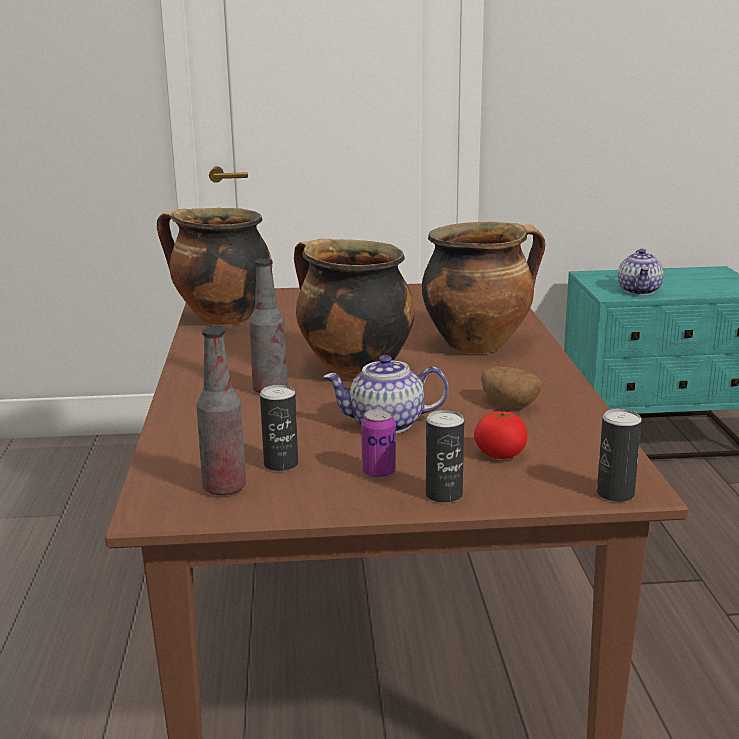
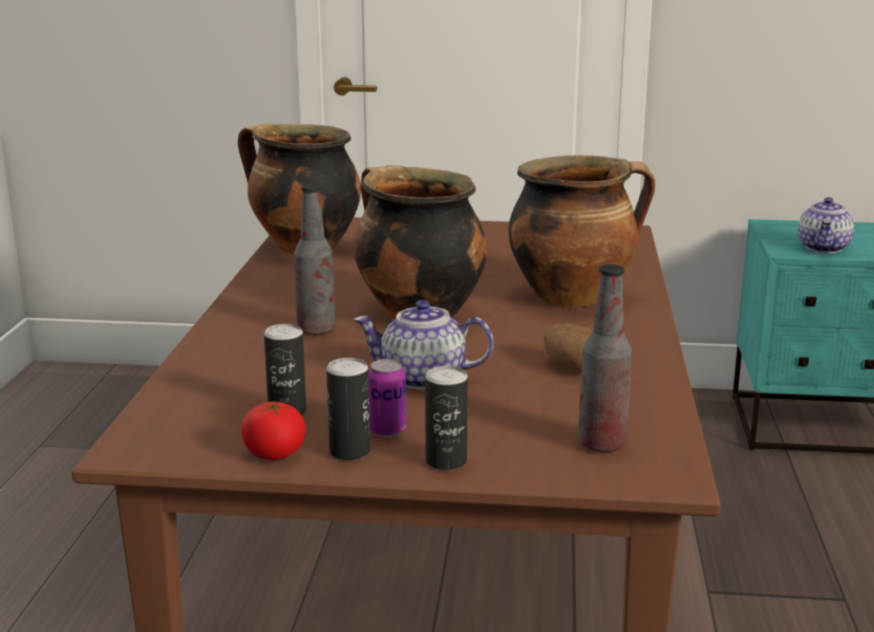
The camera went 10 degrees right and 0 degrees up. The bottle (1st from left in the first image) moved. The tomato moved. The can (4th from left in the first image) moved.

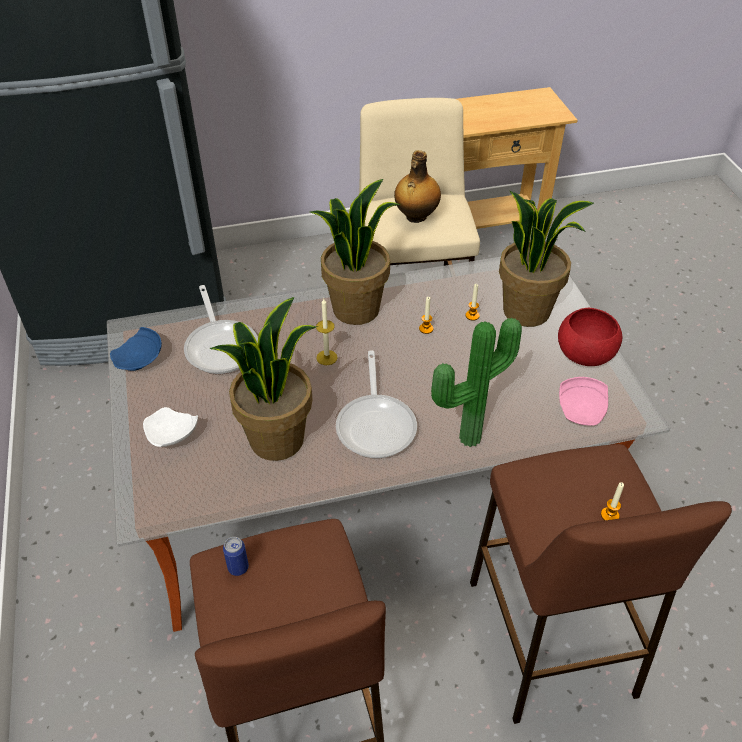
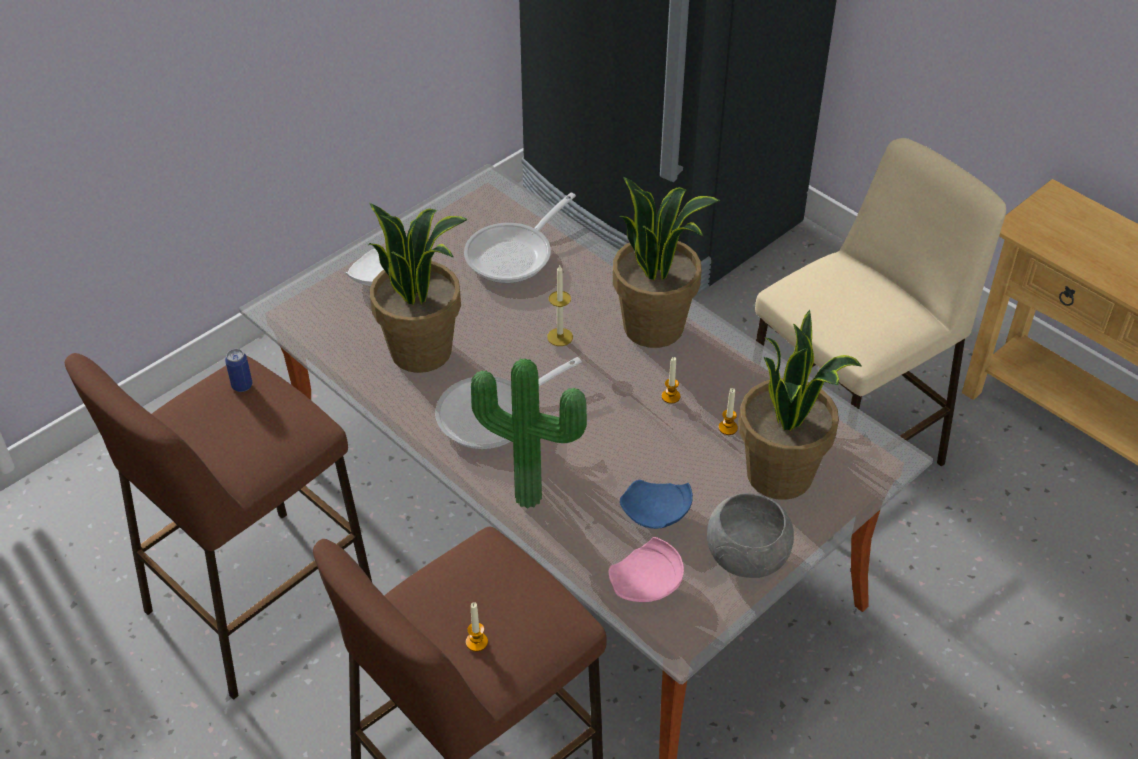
The camera went 60 degrees right and 0 degrees up. The bottle disappeared. The blue plate moved. The red bowl became the grey bowl.

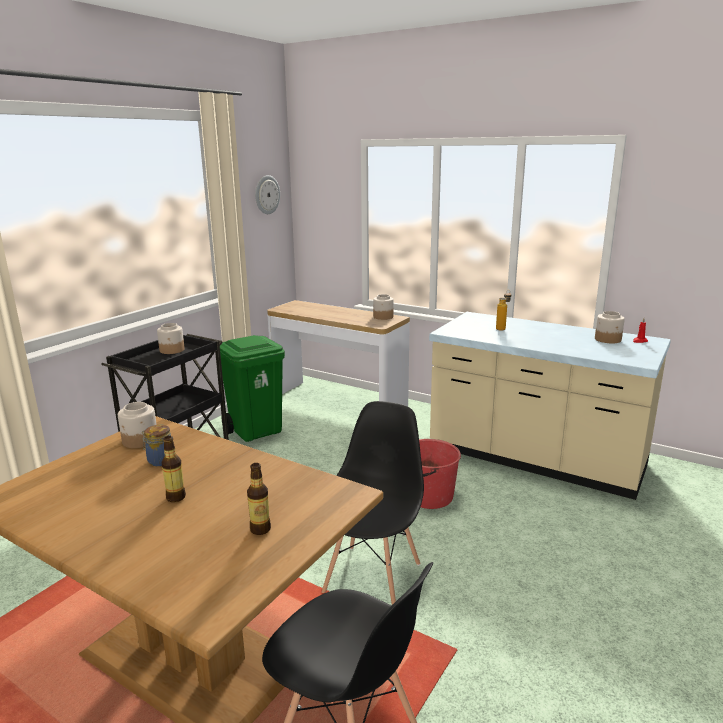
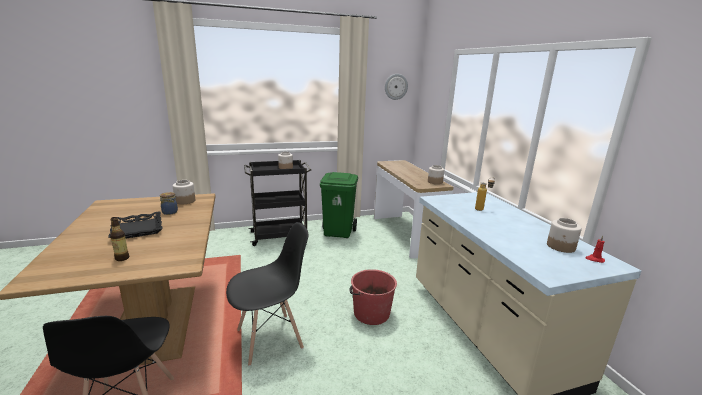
The camera went 40 degrees right and 0 degrees up. The bottle (1st from left) was replaced by the black tray.

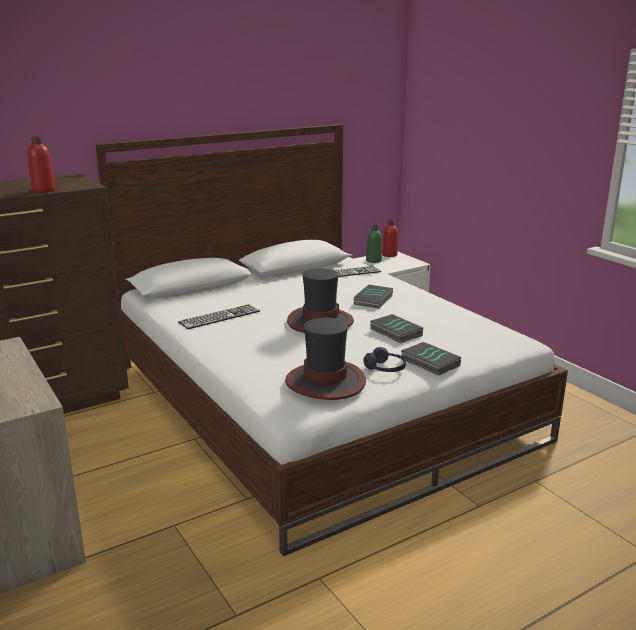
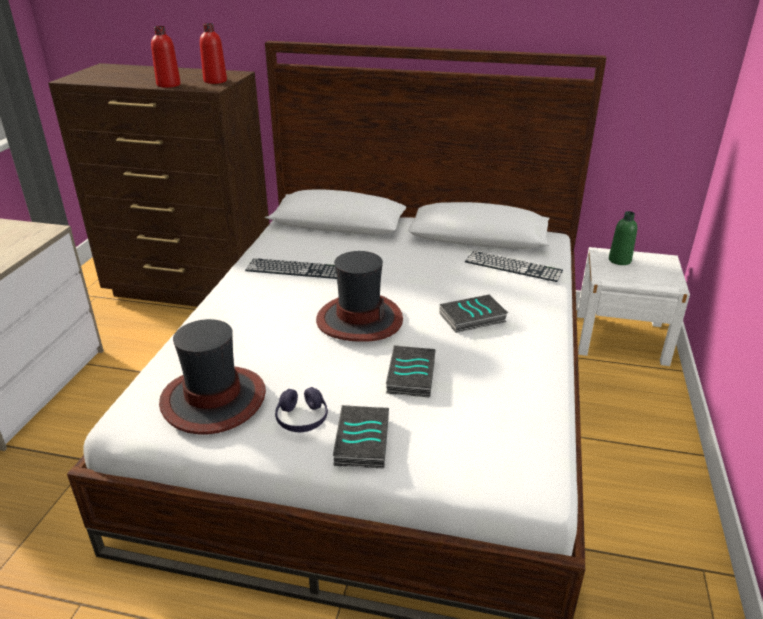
The camera went 45 degrees right and 10 degrees up. The red bottle (2nd from left) moved.

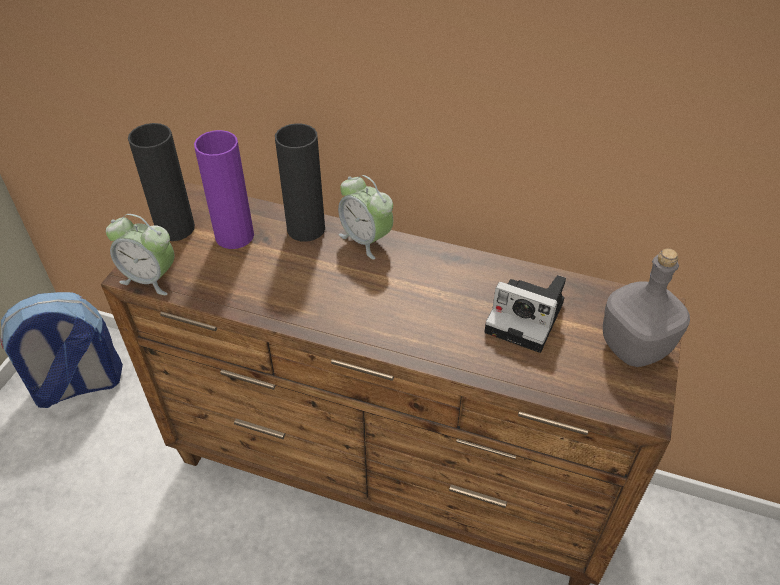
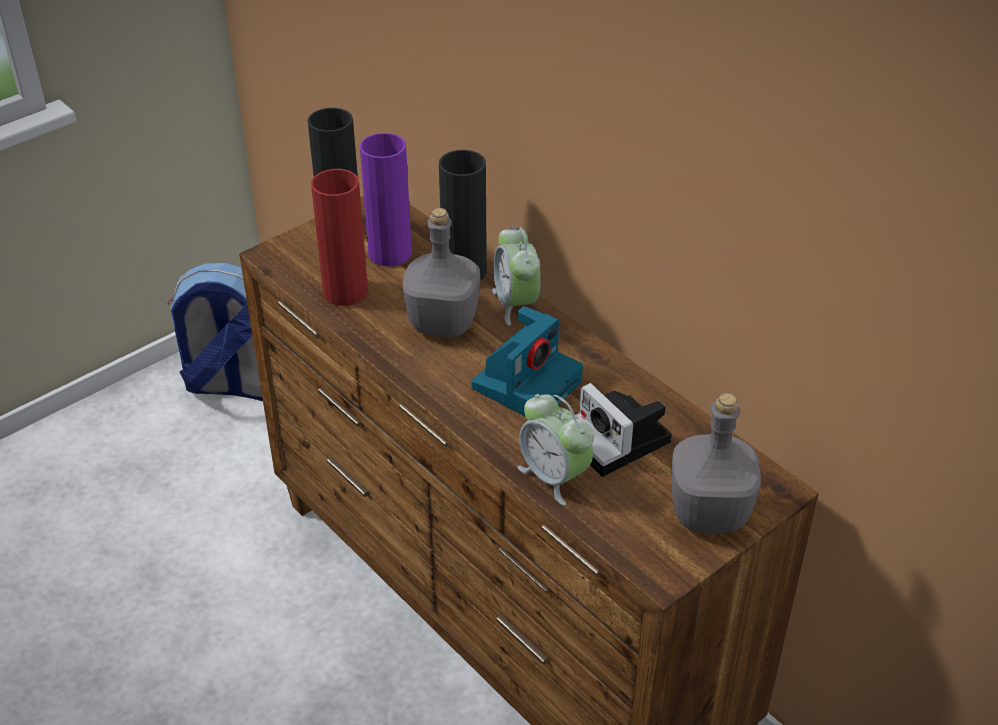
The camera went 30 degrees right and 5 degrees down. The red vase appeared. The grey bottle (1st from left) appeared. The photo camera (1st from left) appeared. The alarm clock (1st from left in the first image) moved.

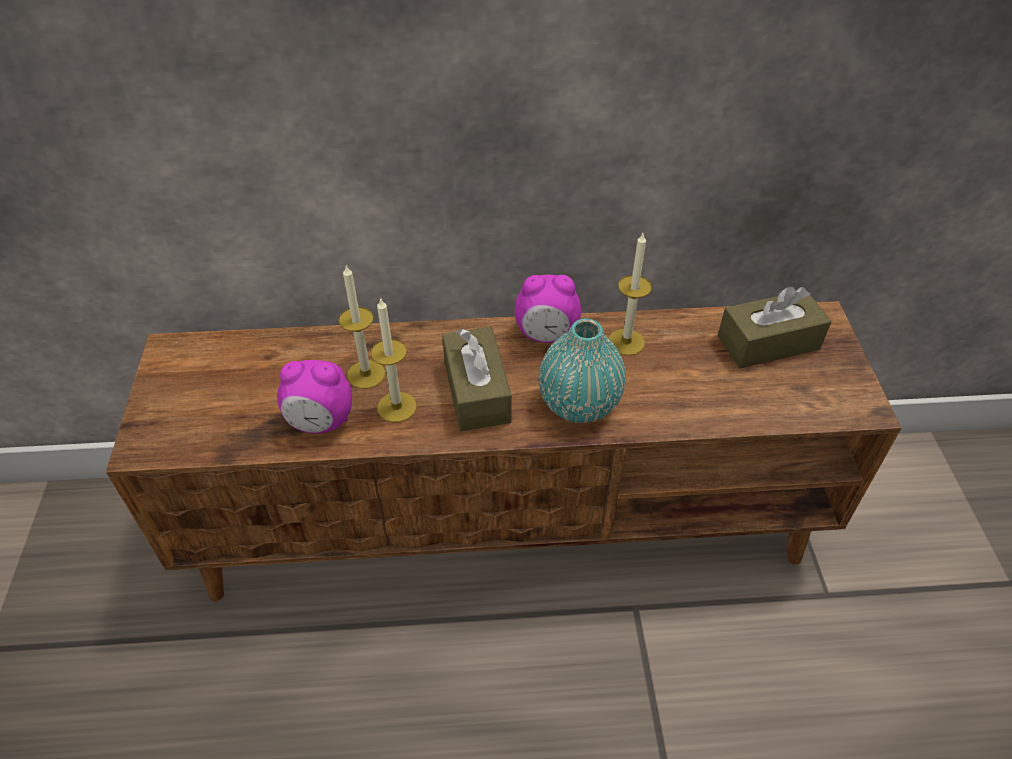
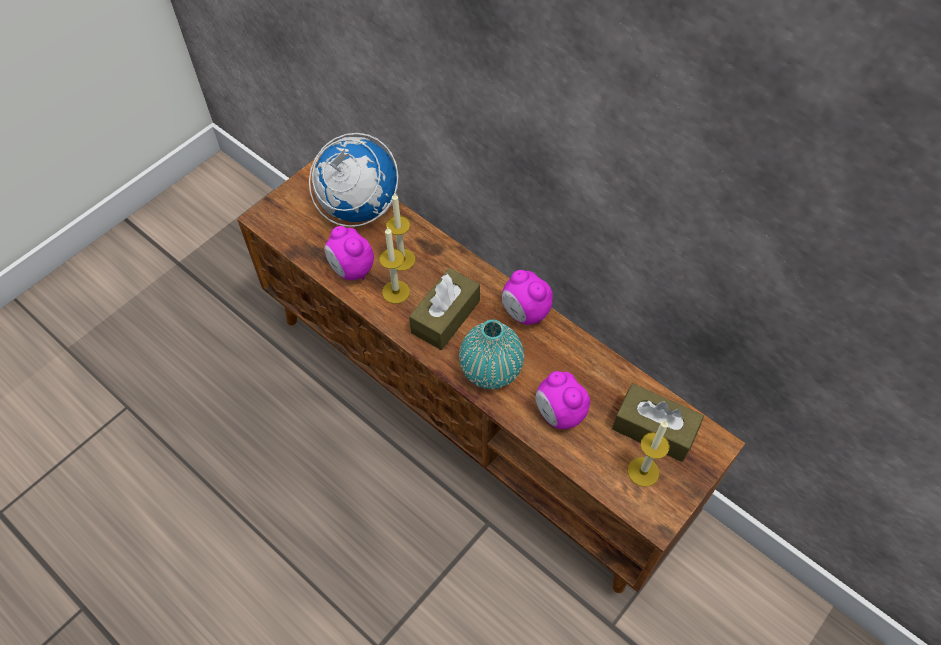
The camera went 45 degrees right and 10 degrees up. The globe appeared. The alarm clock (3rd from left) appeared. The candle (3rd from left) moved.

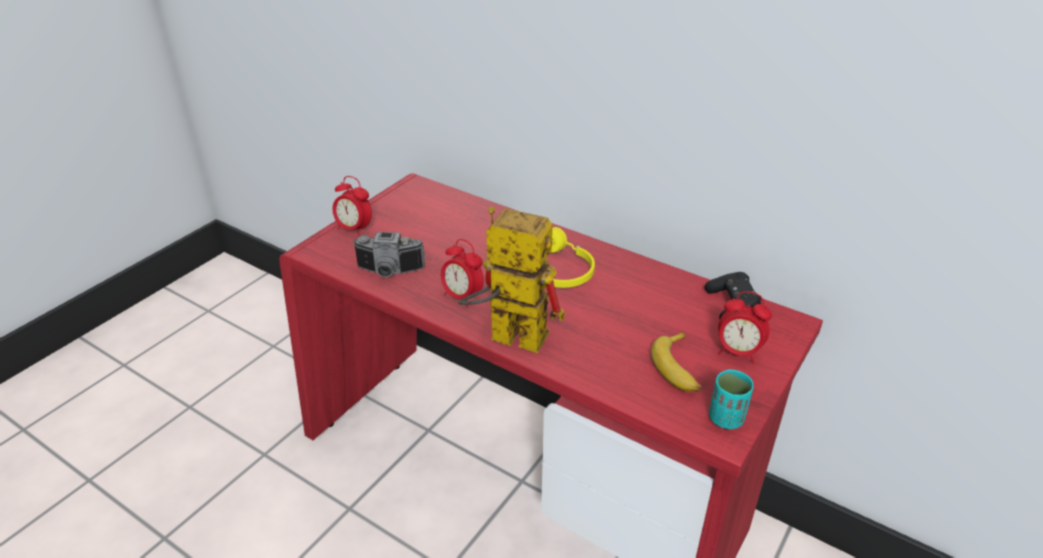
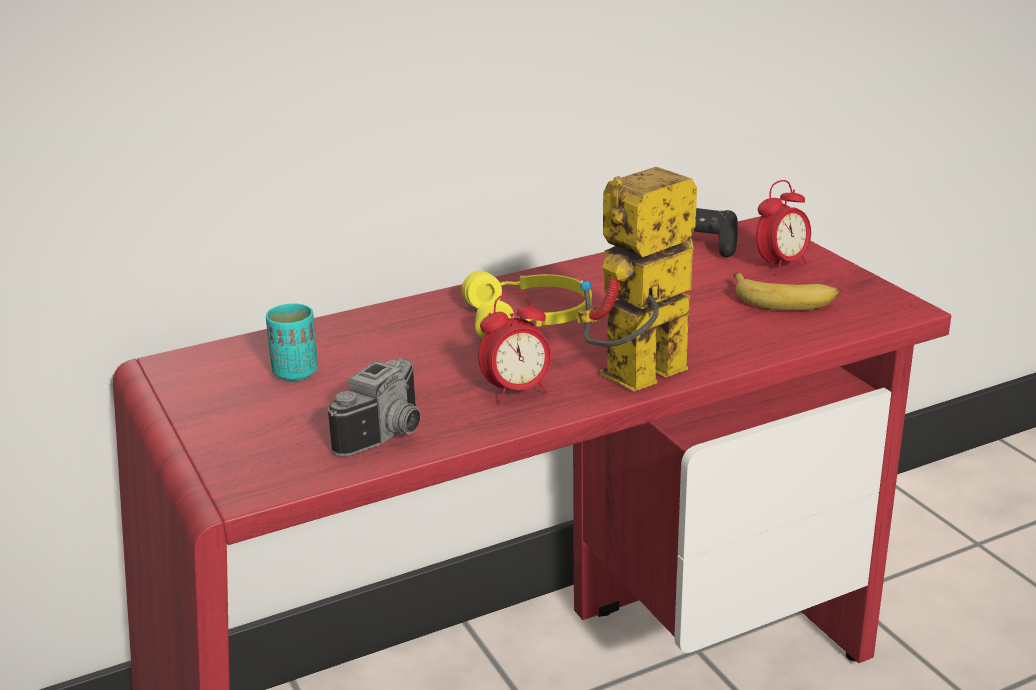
The camera went 60 degrees left and 10 degrees down. The alarm clock (1st from left) disappeared. The turquoise cup moved.

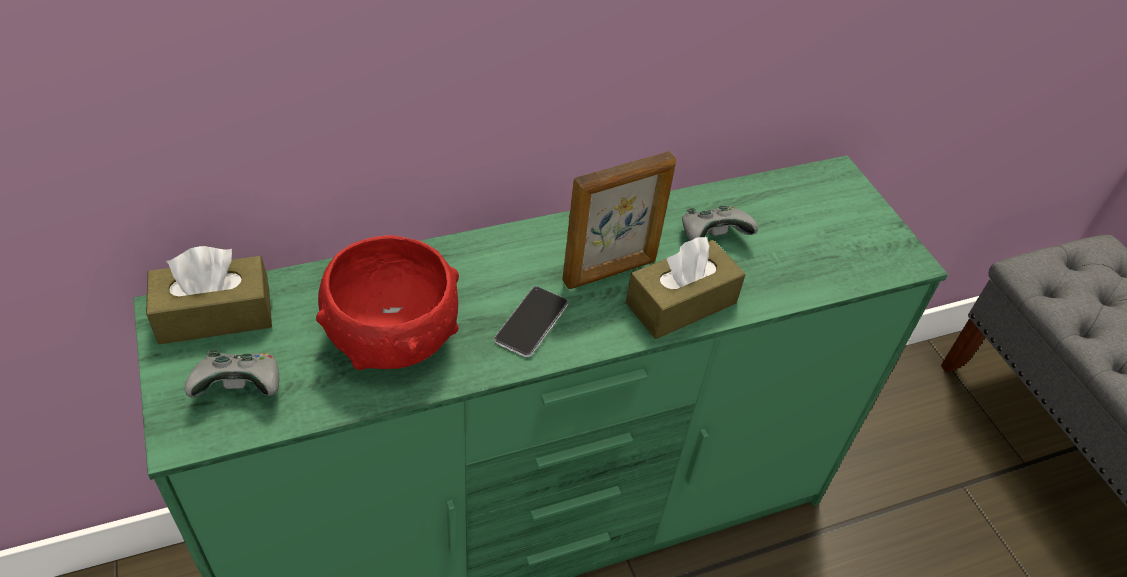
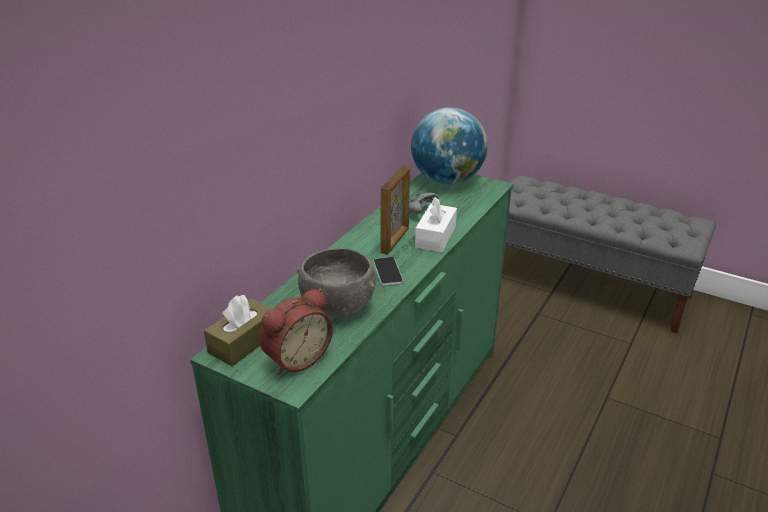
The camera went 35 degrees left and 15 degrees down. The globe appeared. The grey game controller (1st from left) was replaced by the alarm clock. The red bowl became the grey bowl. The brown tissue box (2nd from left) became the white tissue box.

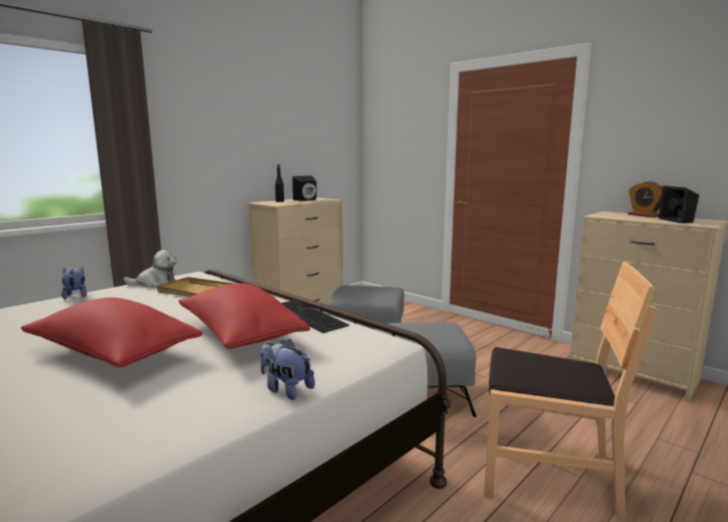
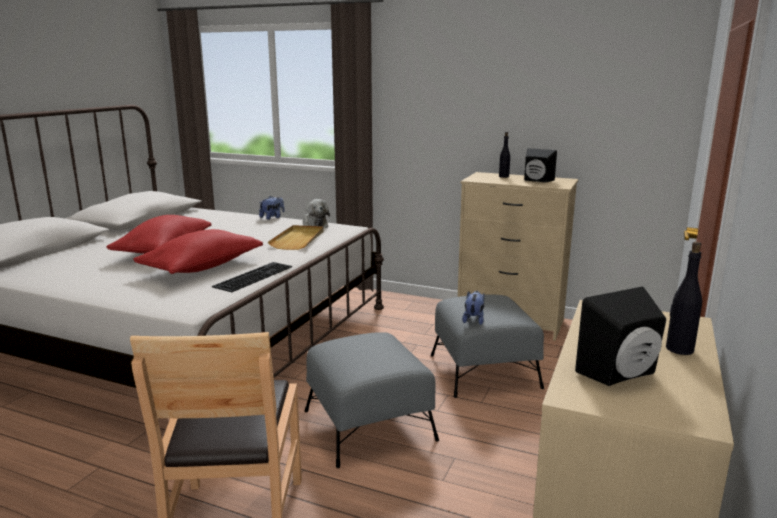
The camera went 70 degrees right and 5 degrees up. The plush toy (3rd from left) moved. The alarm clock was replaced by the black bottle (2nd from left).

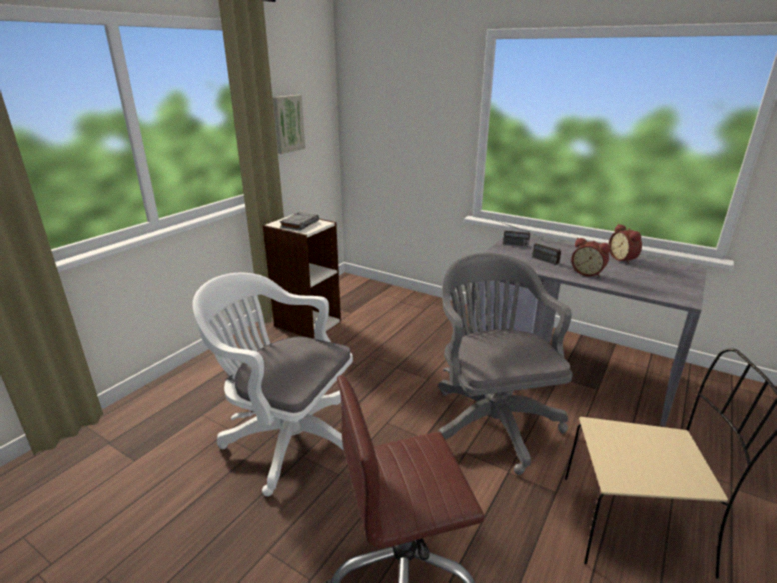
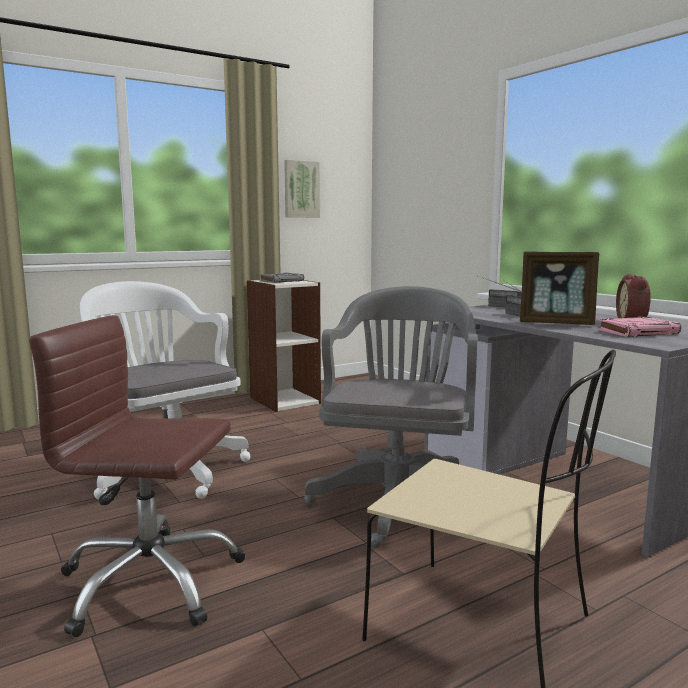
The camera went 25 degrees right and 15 degrees down. The pink book appeared. The alarm clock (1st from left) was replaced by the picture frame.

